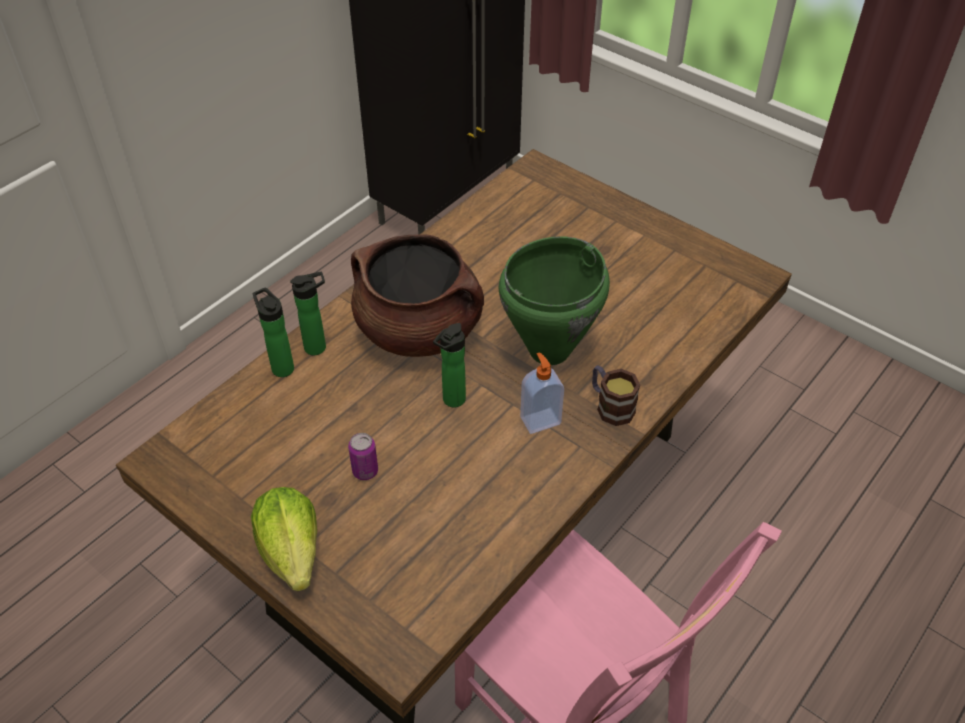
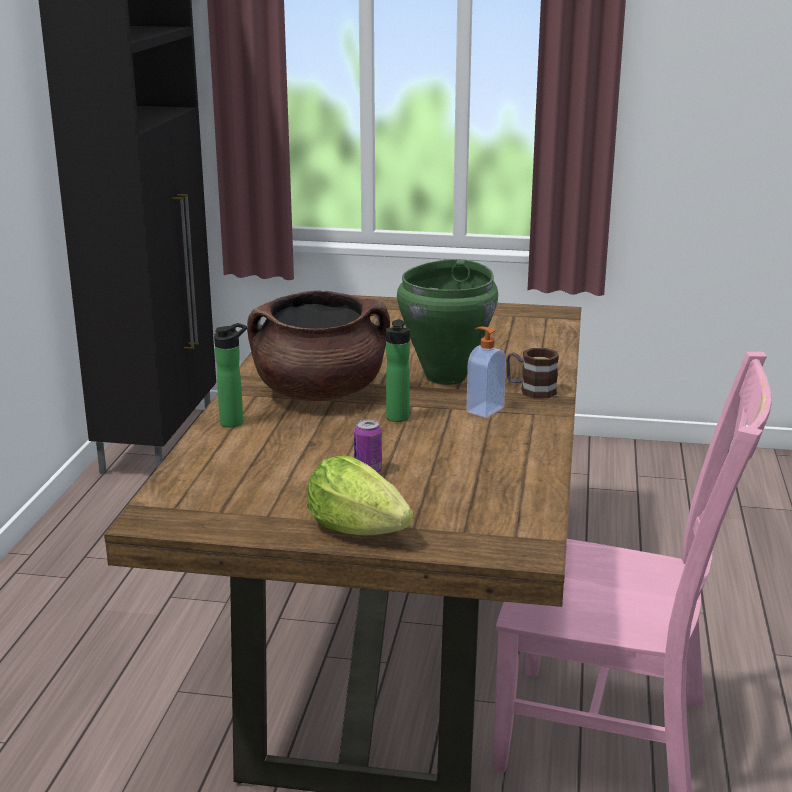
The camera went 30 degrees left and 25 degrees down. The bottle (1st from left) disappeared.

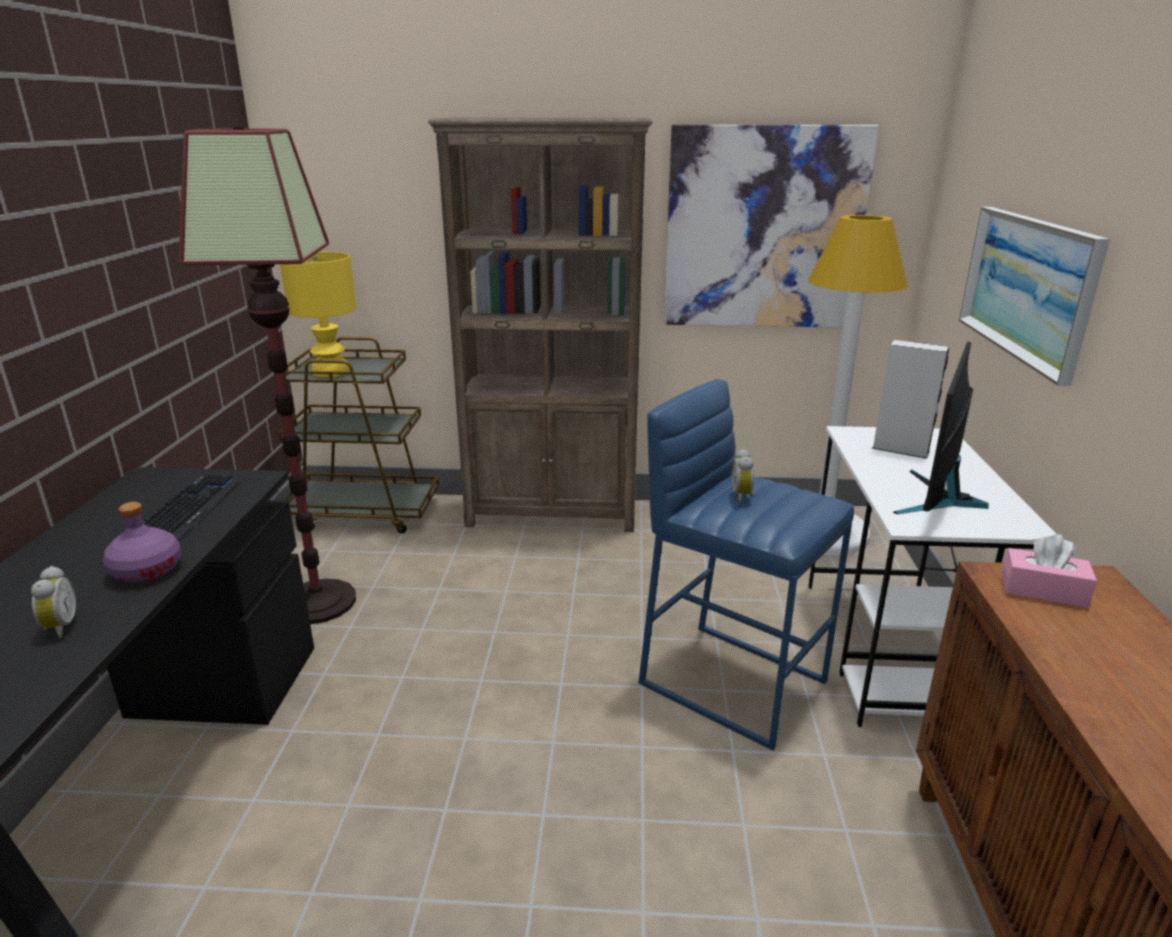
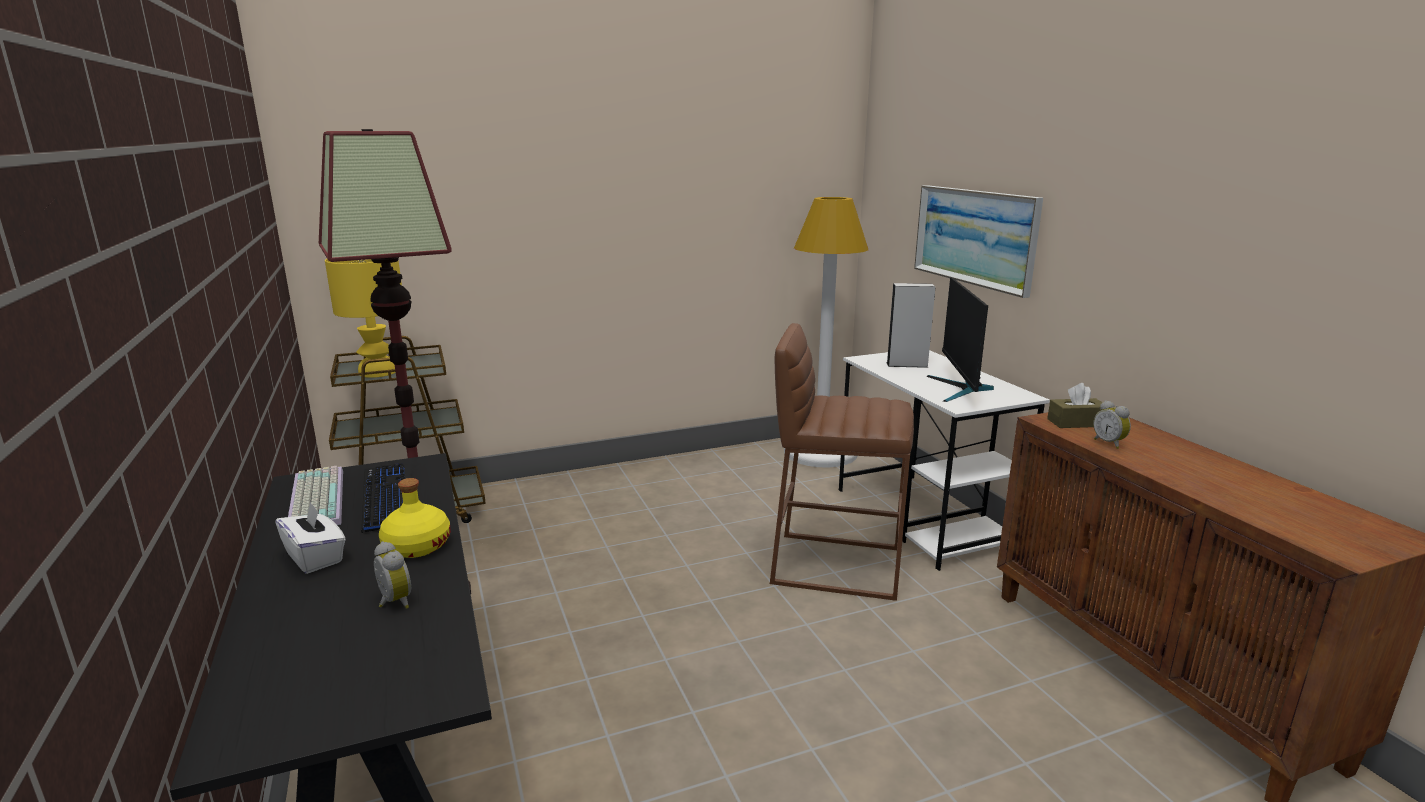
The camera went 25 degrees left and 5 degrees down. The brown bookcase disappeared. The picture (1st from left) disappeared. The white tissue box appeared. The keyboard (1st from left) appeared. The alarm clock (2nd from left) moved. The purple bottle became the yellow bottle. The blue stool became the brown stool. The pink tissue box became the brown tissue box.

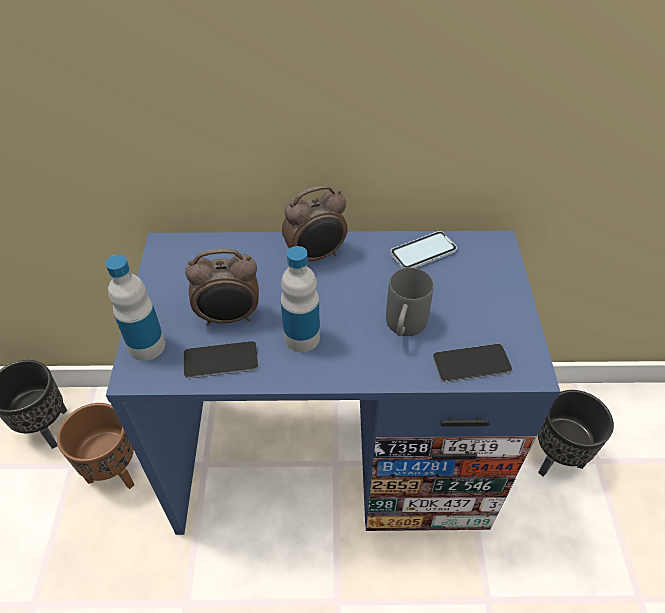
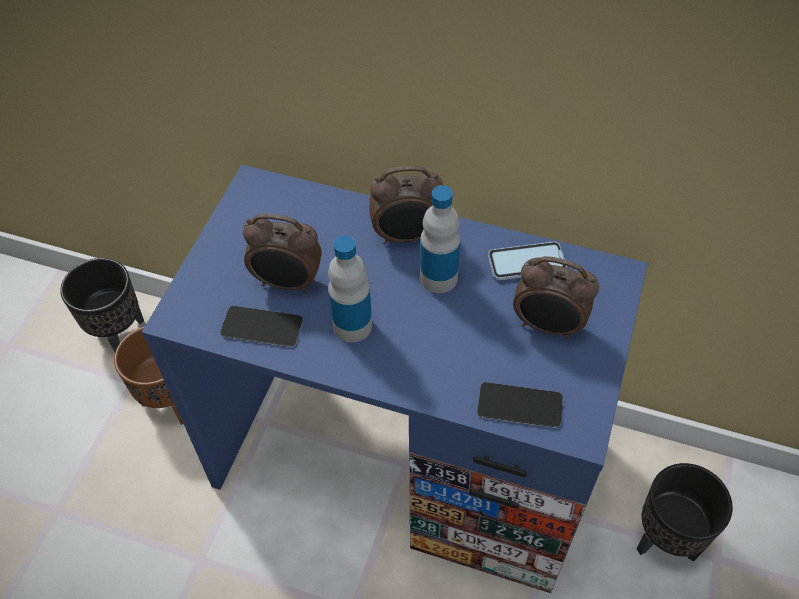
The camera went 20 degrees right and 5 degrees up. The grey mug disappeared. The alarm clock (3rd from left) appeared. The bottle (1st from left in the first image) moved.

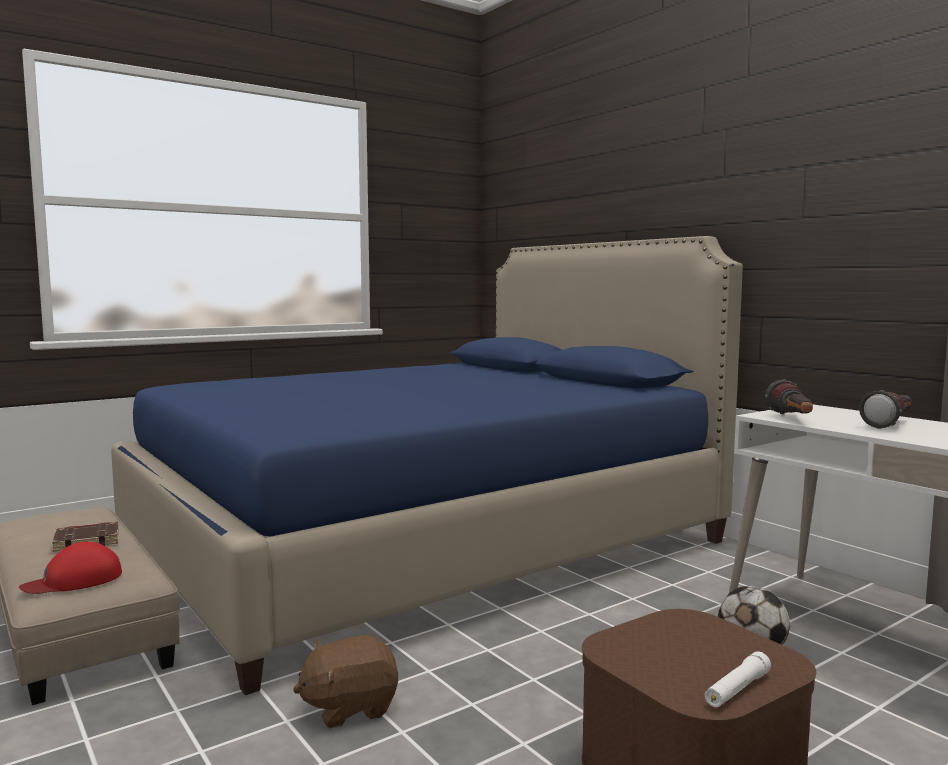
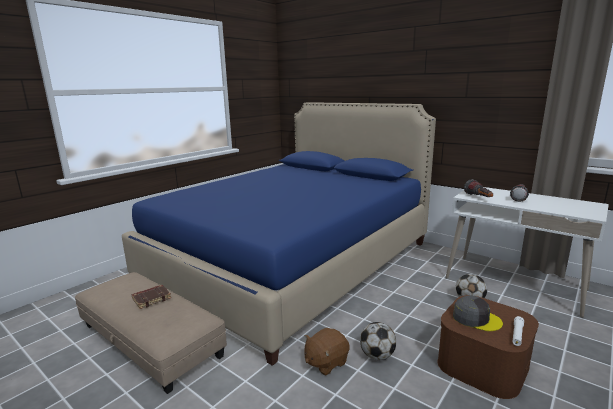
The camera went 15 degrees left and 10 degrees up. The red cap disappeared. The football (1st from left) appeared. The grey cap appeared.

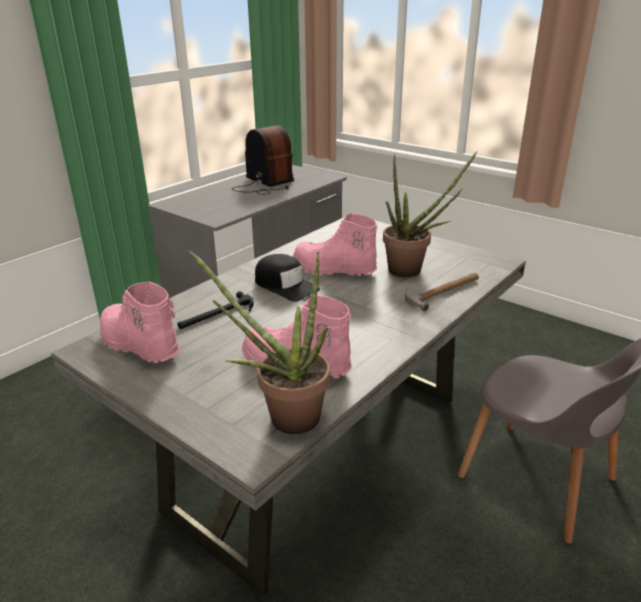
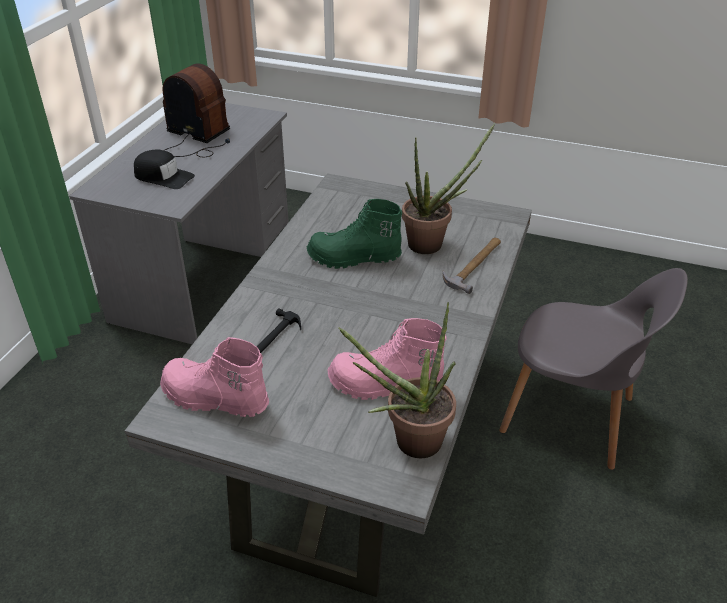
The camera went 20 degrees left and 10 degrees up. The black cap moved. The pink boot (3rd from left) became the green boot.

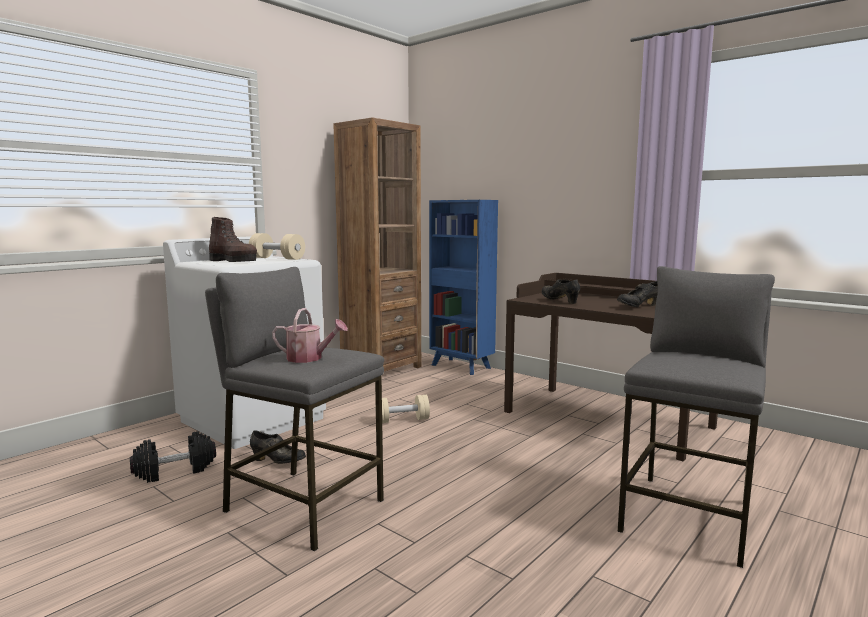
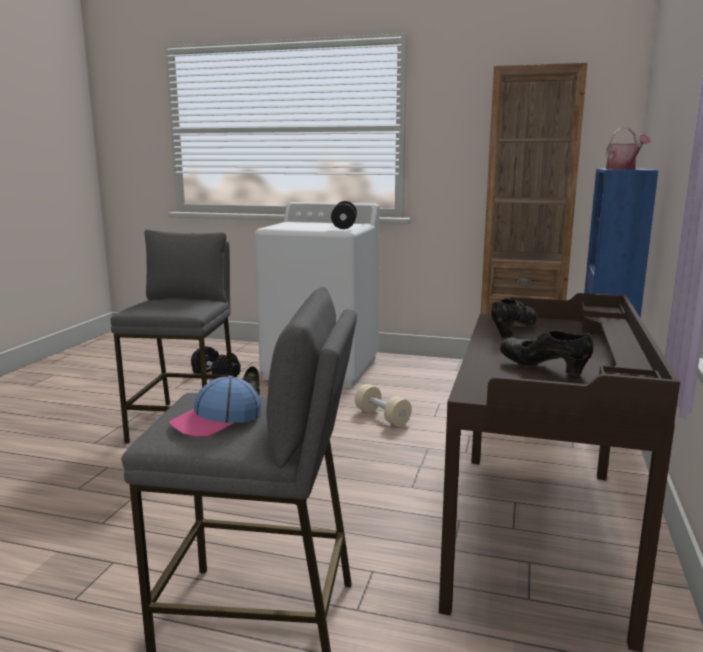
The camera went 65 degrees right and 5 degrees up. The brown boot disappeared. The cap appeared. The watering can moved. The beige dumbbell (1st from left) became the black dumbbell (2nd from left).

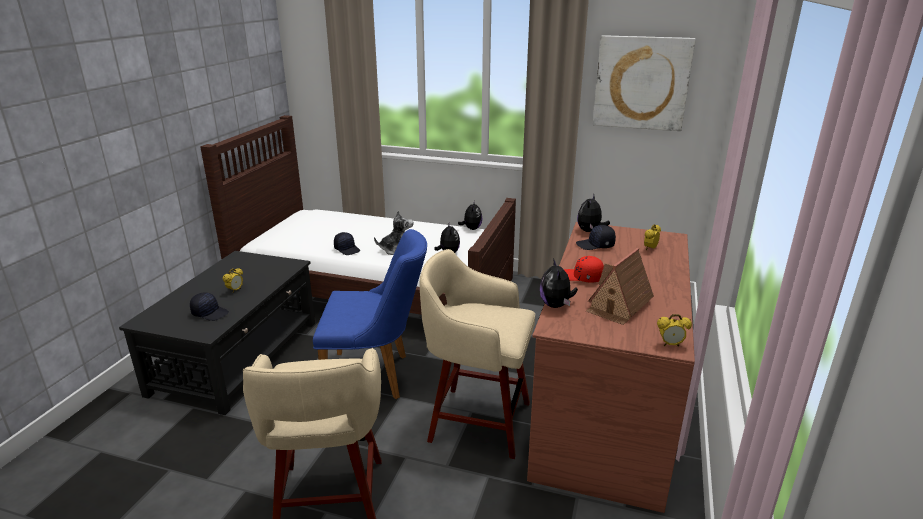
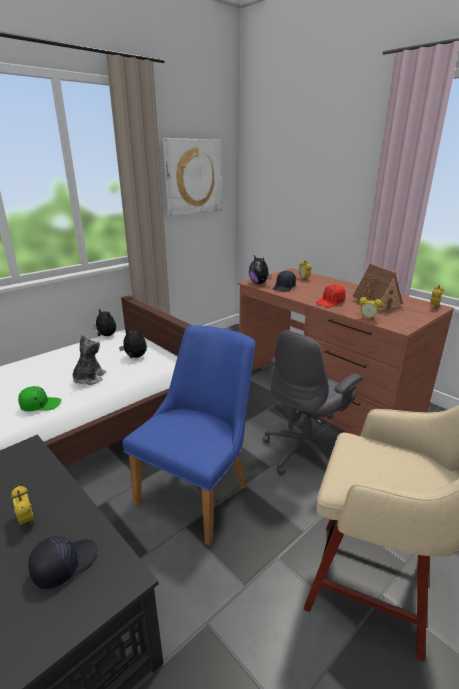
The camera went 60 degrees left and 0 degrees up. The beige stool (2nd from left) was replaced by the grey office chair. The plush toy (4th from left) was replaced by the alarm clock (3rd from left). The black cap (2nd from left) became the green cap.

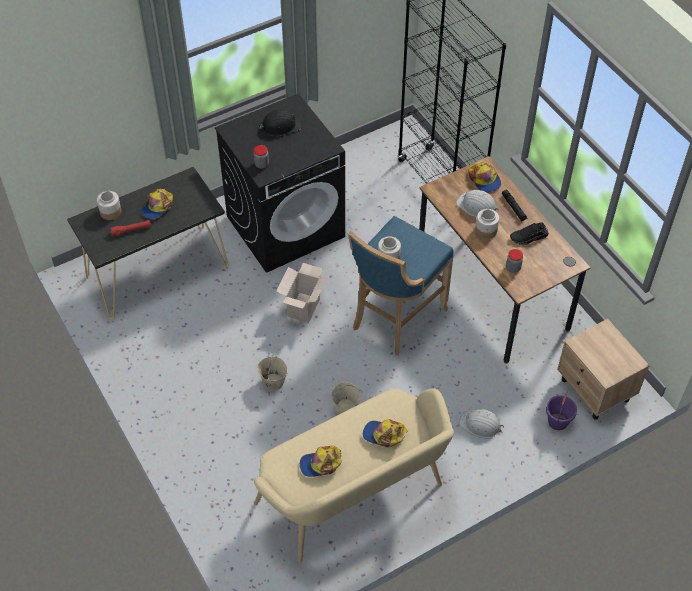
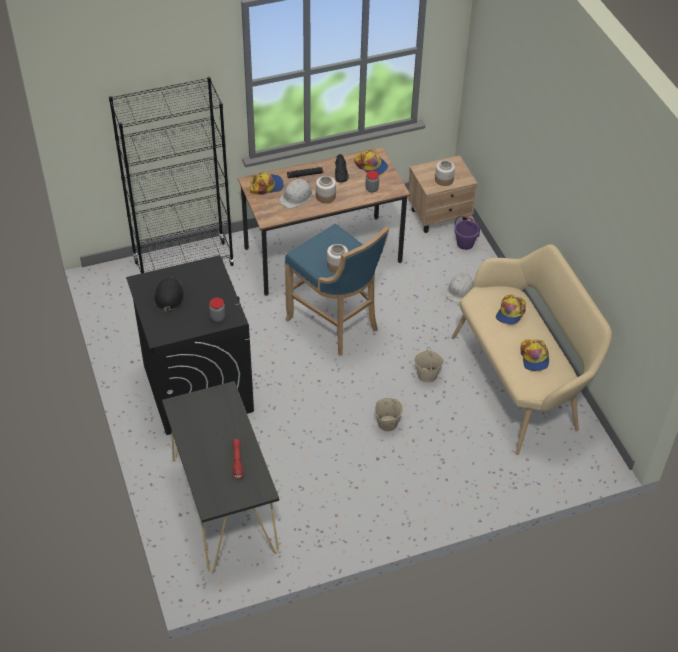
The camera went 80 degrees left and 5 degrees down. The cardboard box disappeared. The jar (1st from left in the first image) moved. The cap (1st from left in the first image) moved.

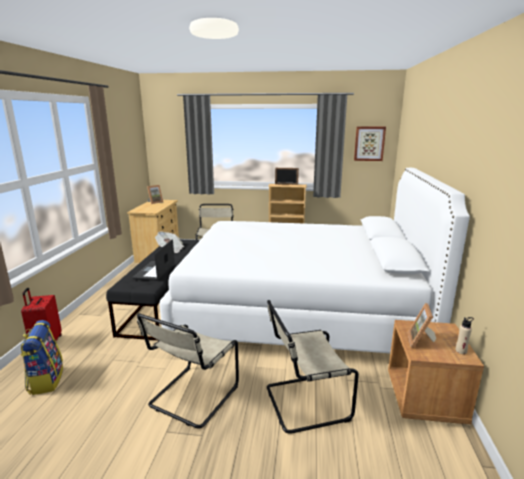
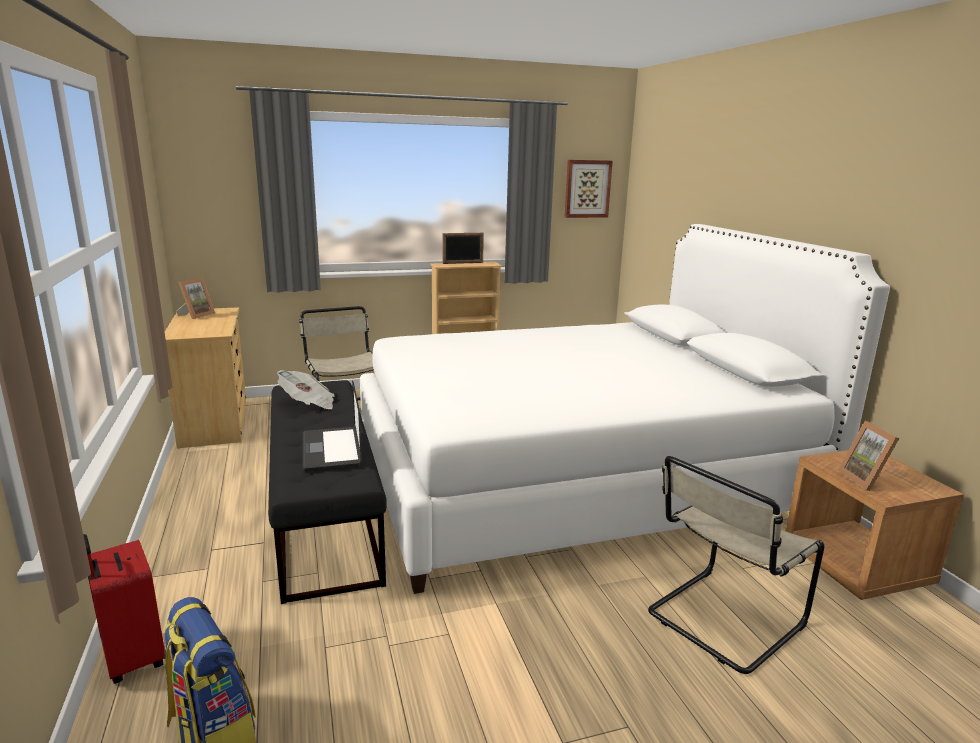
The camera went 25 degrees left and 0 degrees up. The beige chair (1st from left) disappeared. The beige bottle disappeared.

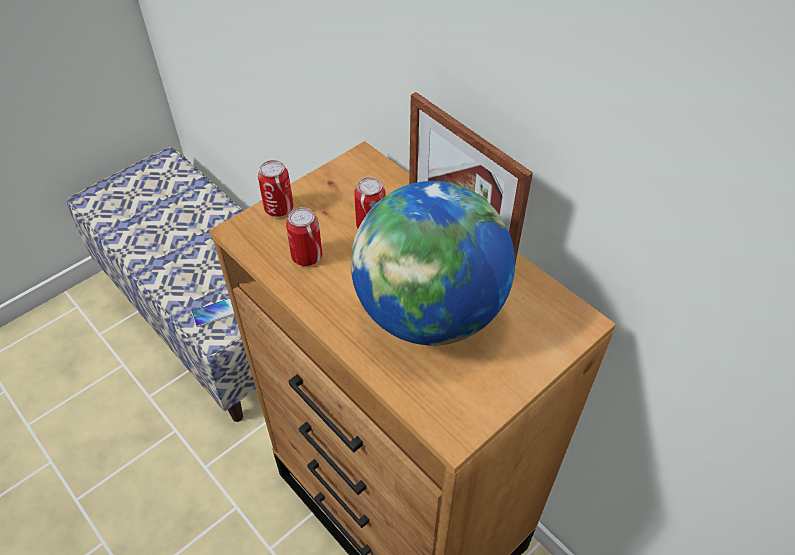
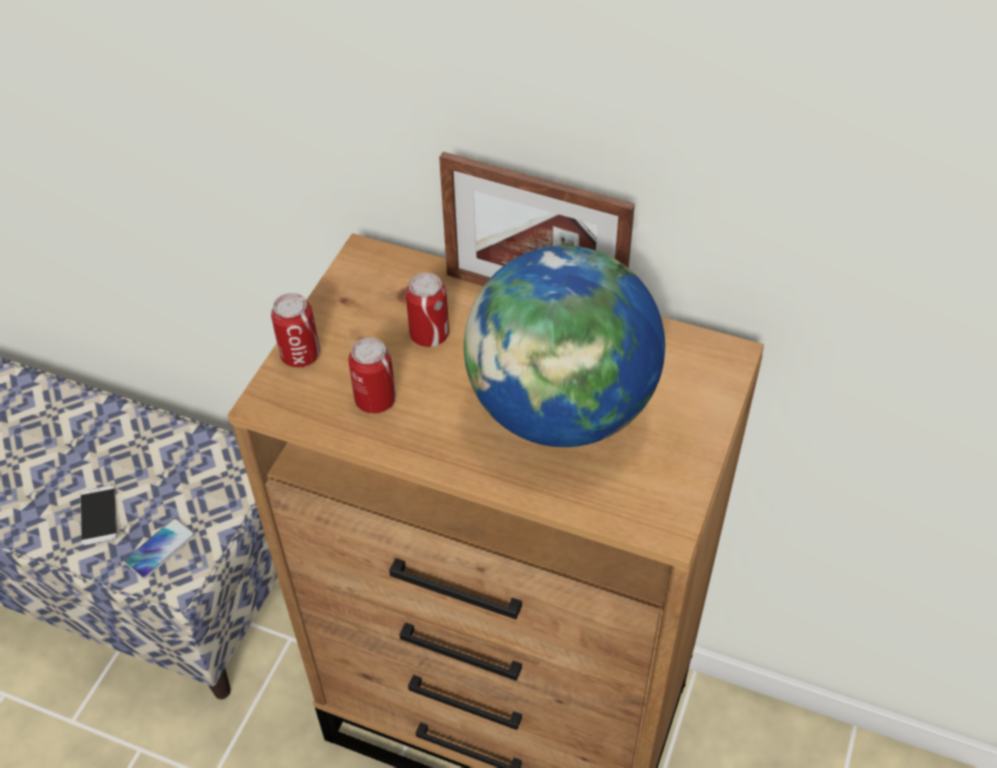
The camera went 25 degrees left and 0 degrees up. The phone (1st from left) appeared.

